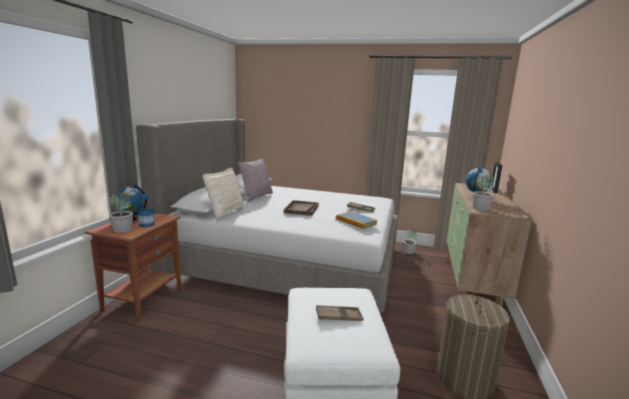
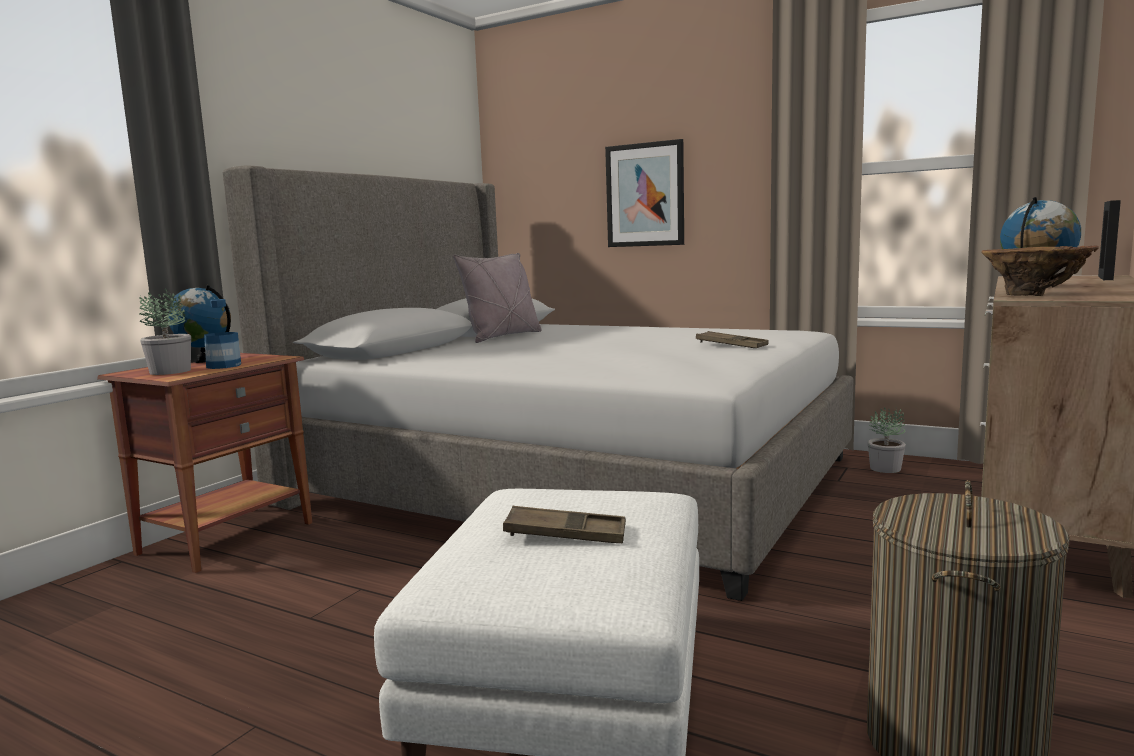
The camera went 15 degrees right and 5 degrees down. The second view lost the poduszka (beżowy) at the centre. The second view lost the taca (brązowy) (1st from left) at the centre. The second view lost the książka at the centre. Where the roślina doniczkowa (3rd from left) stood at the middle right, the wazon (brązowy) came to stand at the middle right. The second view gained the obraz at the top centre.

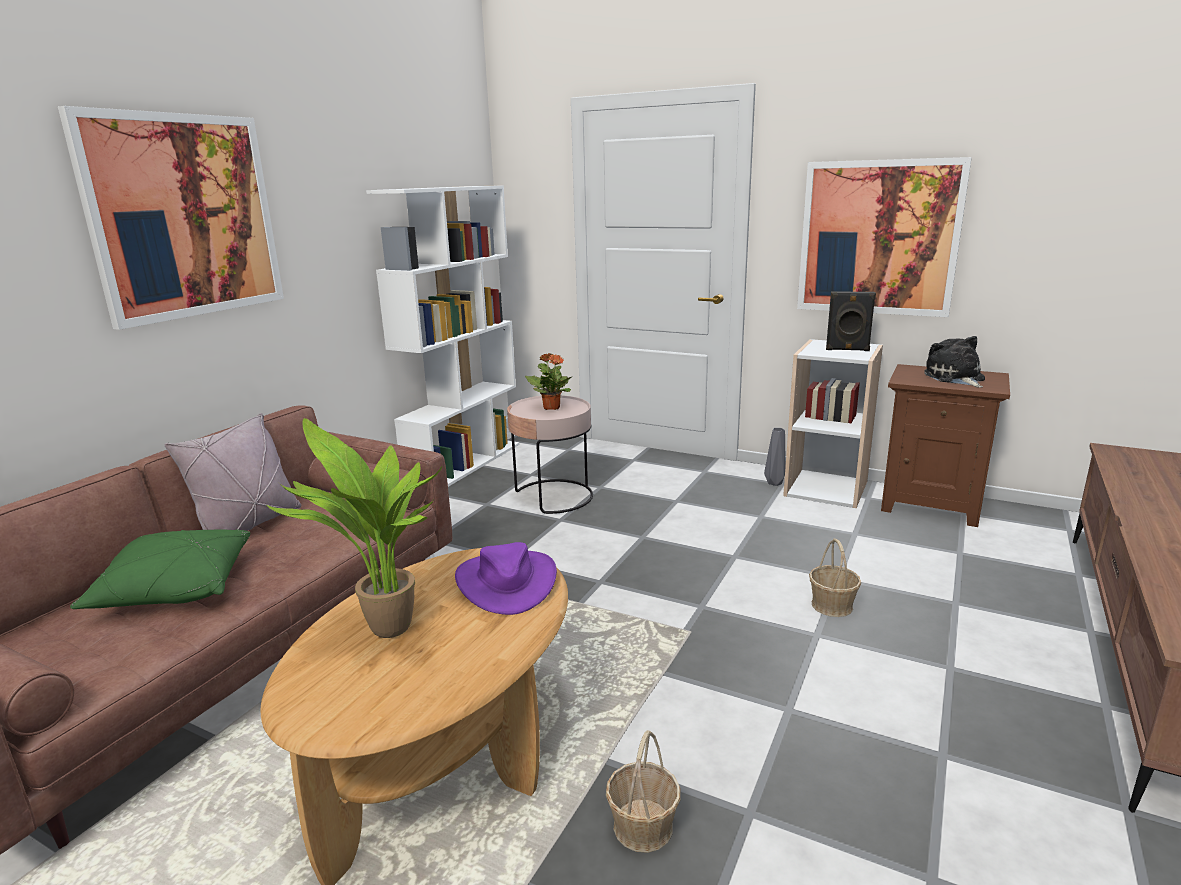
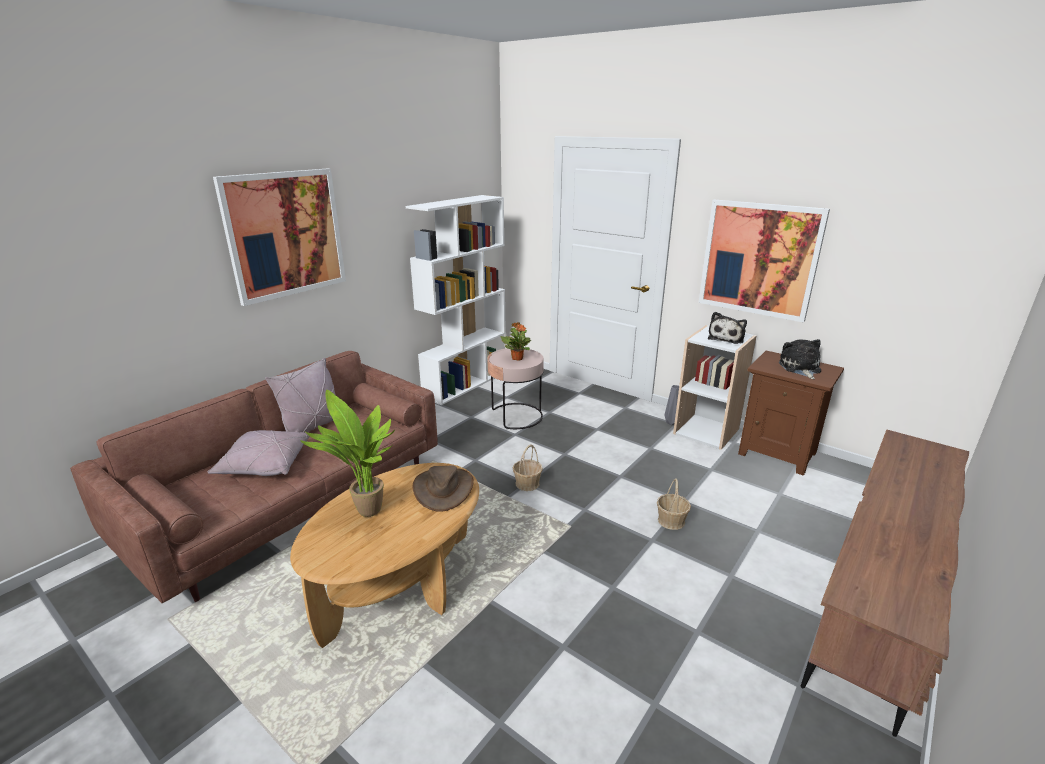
The camera went 10 degrees right and 5 degrees up. What was the poduszka (zielony) at the middle left turned into the poduszka (fioletowy) (1st from left) at the middle left. What was the kapelusz (fioletowy) at the centre turned into the kapelusz (brązowy) at the centre. The koszyk (1st from left) ended up elsewhere, having gone from the bottom centre to the centre. Where the głośnik (czarny) stood at the middle right, the pluszak (1st from left) came to stand at the middle right.

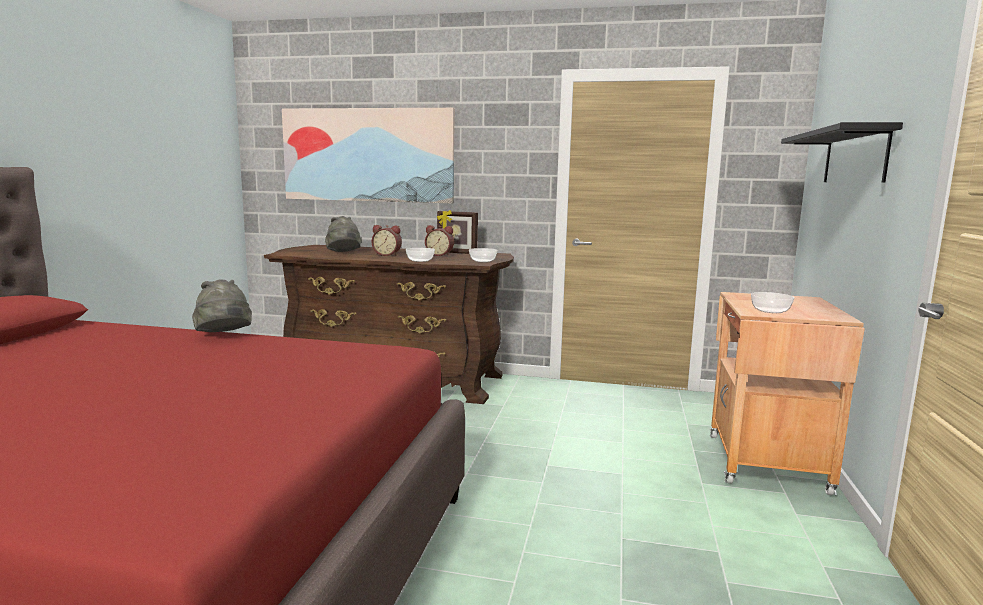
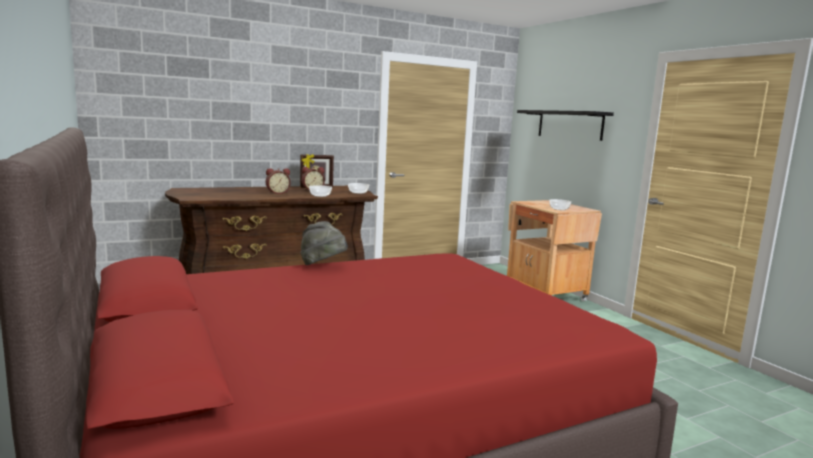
The camera went 40 degrees left and 0 degrees up. The second view lost the obraz at the top centre. The second view lost the kapelusz (szary) (2nd from left) at the centre.

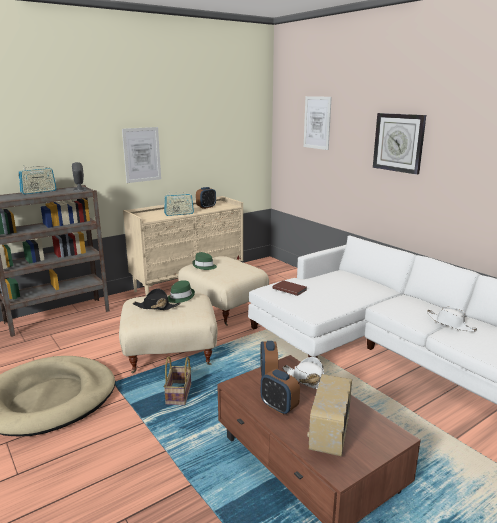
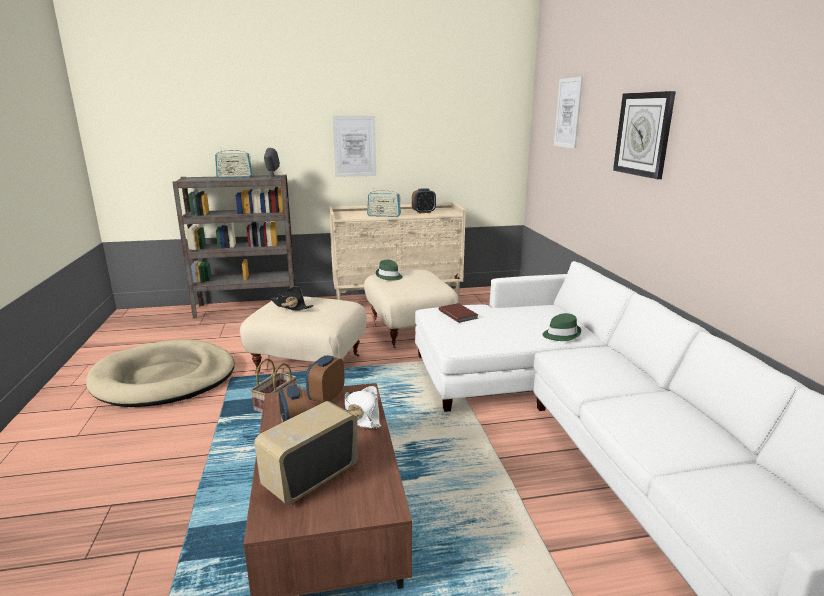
The camera went 25 degrees right and 0 degrees up. The kapelusz (zielony) (1st from left in the first image) ended up elsewhere, having gone from the centre to the middle right. The second view lost the kapelusz (biały) (2nd from left) at the middle right.

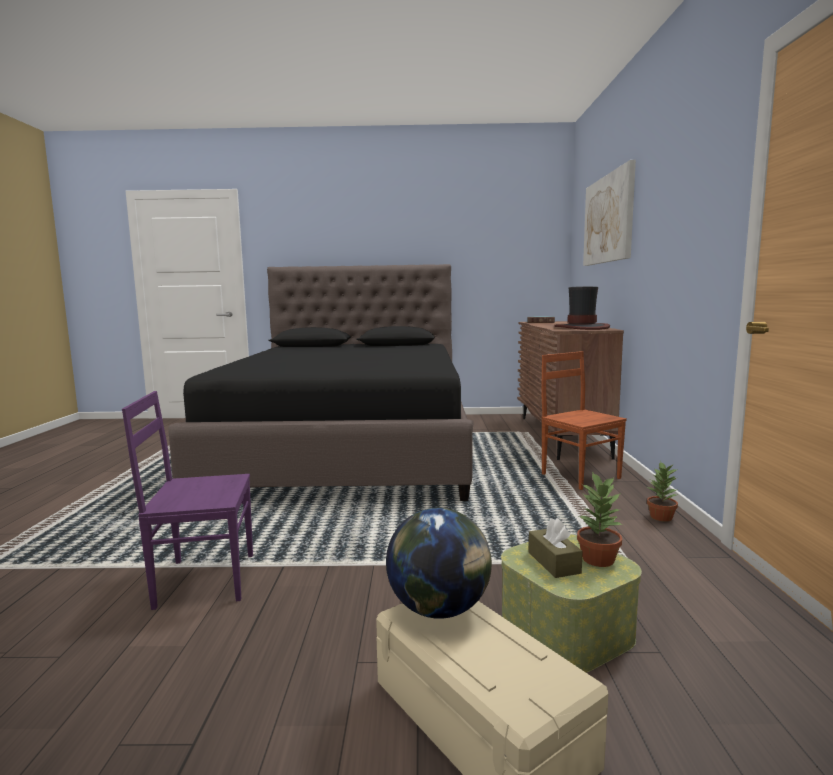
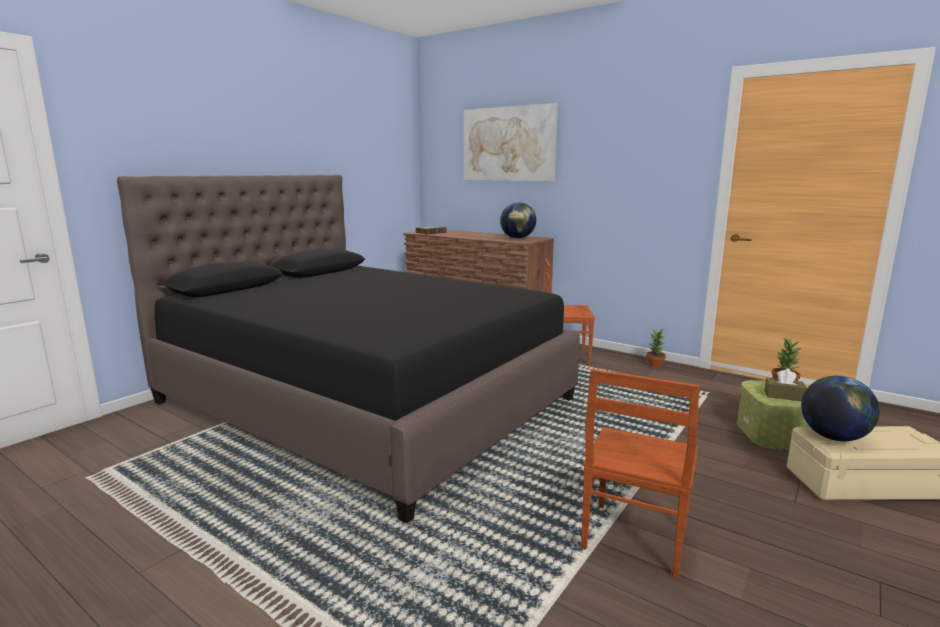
The camera went 55 degrees left and 5 degrees up. What was the krzesło (fioletowy) at the middle left turned into the krzesło (brązowy) (2nd from left) at the bottom right. Where the kapelusz stood at the middle right, the globus (1st from left) came to stand at the centre.

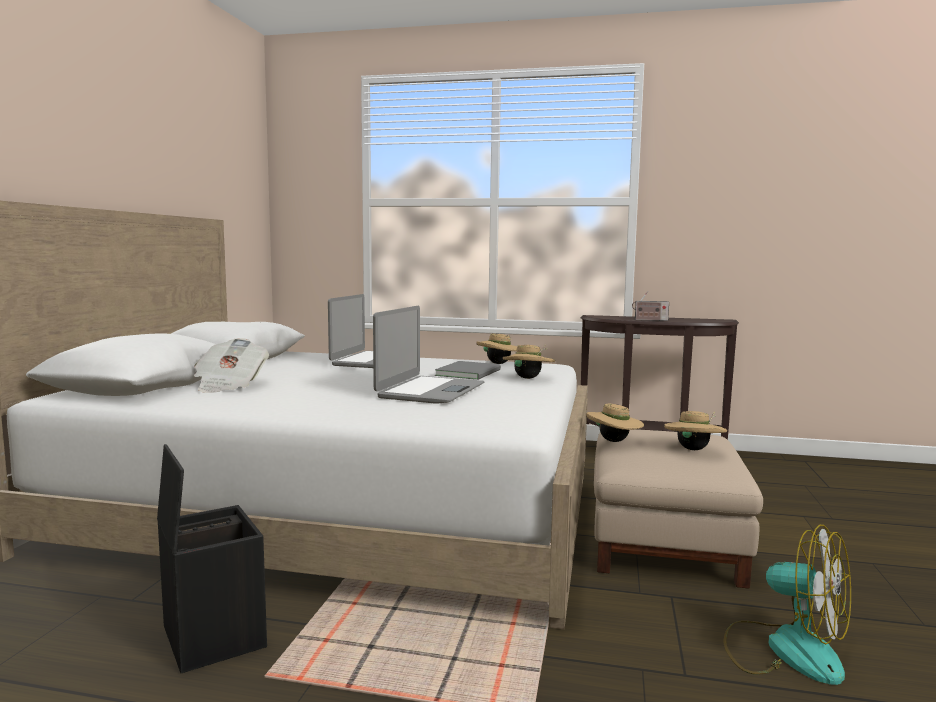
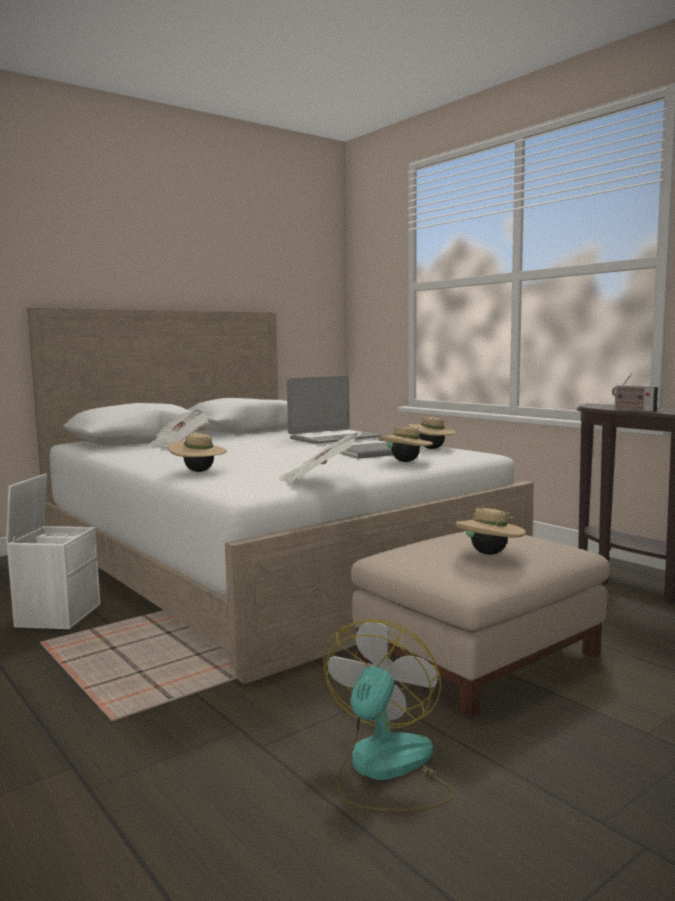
The camera went 40 degrees right and 0 degrees up. What was the pojemnik do przechowywania (czarny) at the bottom left turned into the pojemnik do przechowywania (biały) at the middle left. The second view lost the laptop (2nd from left) at the centre. The kapelusz (beżowy) (3rd from left in the first image) ended up elsewhere, having gone from the centre to the middle left. The wentylator at the bottom right ended up facing another way, 150 degrees counterclockwise from before. The second view gained the gazeta (2nd from left) at the centre.

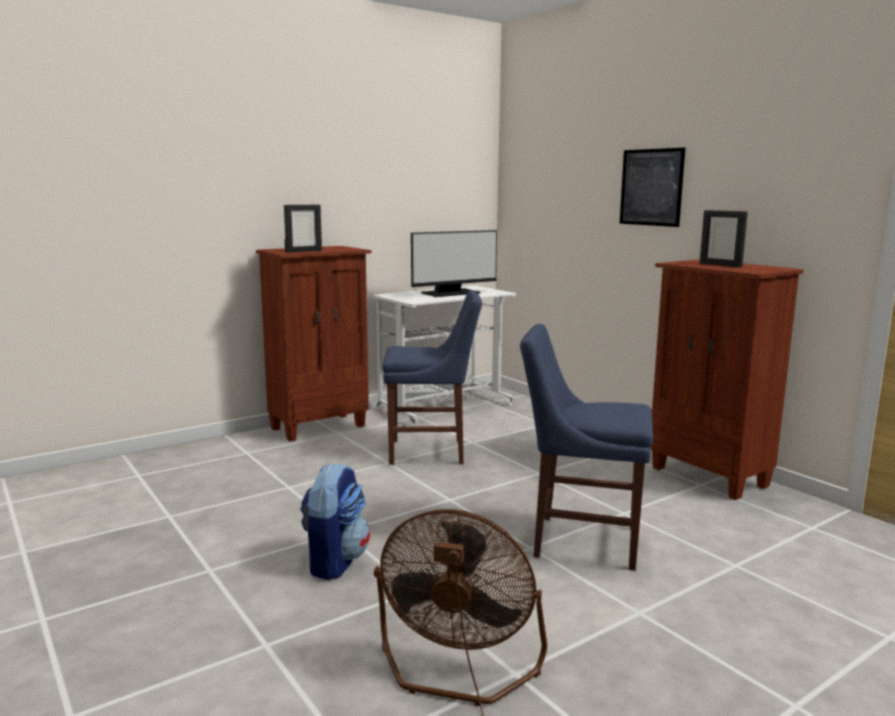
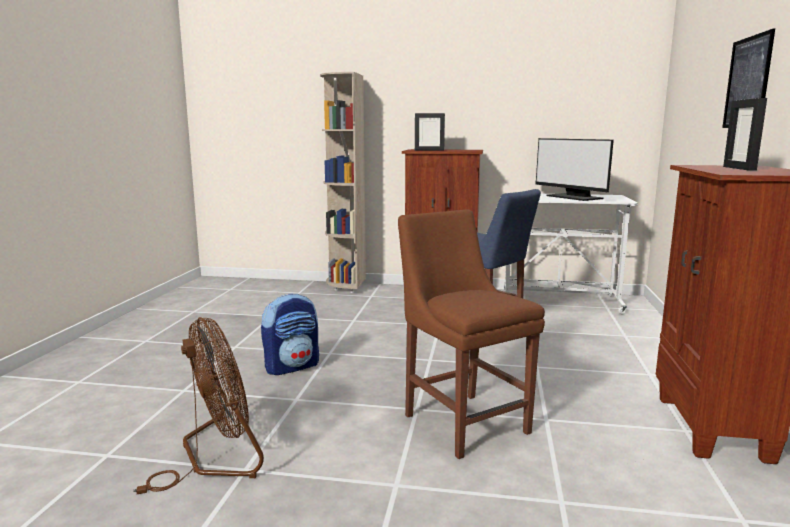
The camera went 45 degrees right and 0 degrees up. The monitor at the centre ended up facing another way, 45 degrees clockwise from before. What was the krzesło (niebieski) (2nd from left) at the centre turned into the krzesło (brązowy) at the centre. The second view gained the regał (beżowy) at the centre.

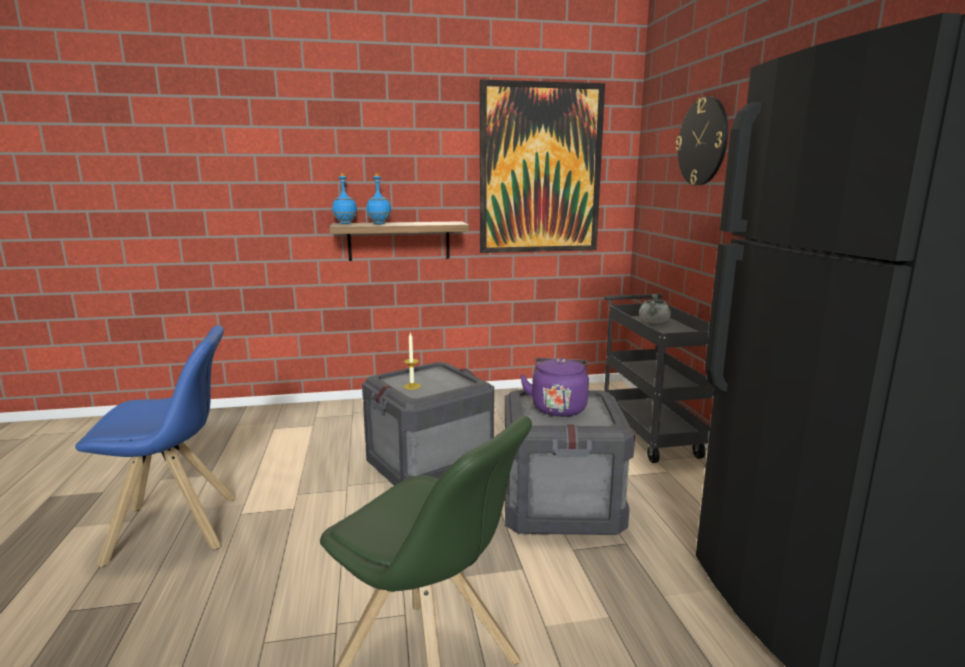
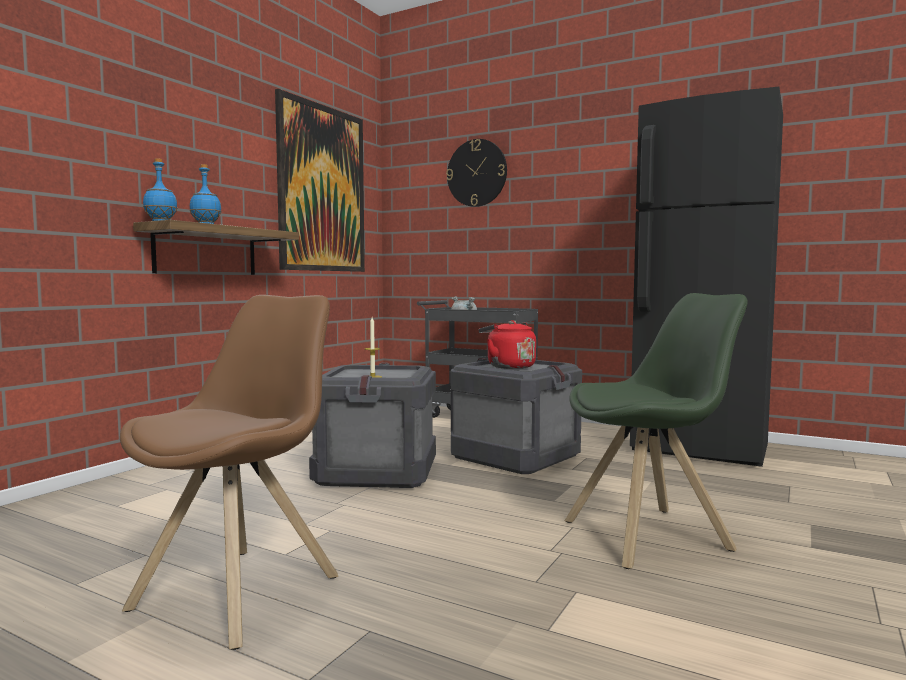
The camera went 50 degrees left and 10 degrees down. What was the krzesło (niebieski) at the bottom left turned into the krzesło (brązowy) at the bottom left. What was the czajnik (fioletowy) at the centre turned into the czajnik (czerwony) at the centre.

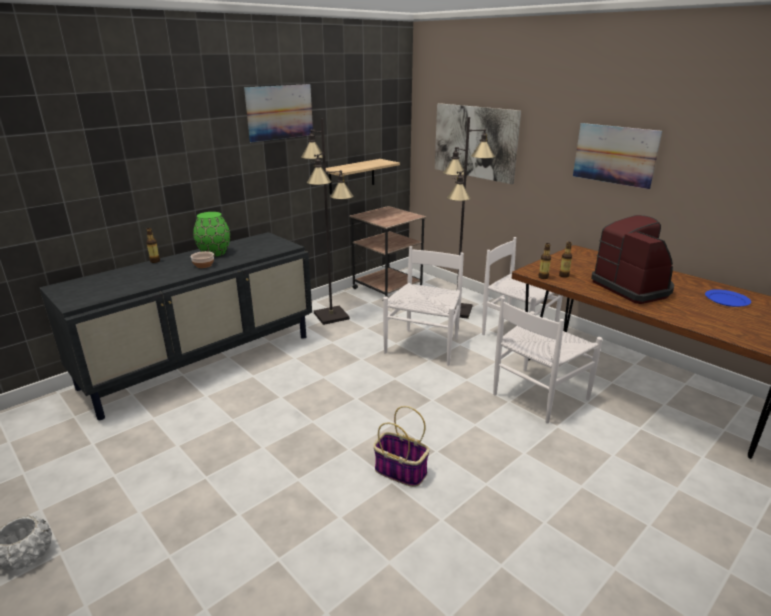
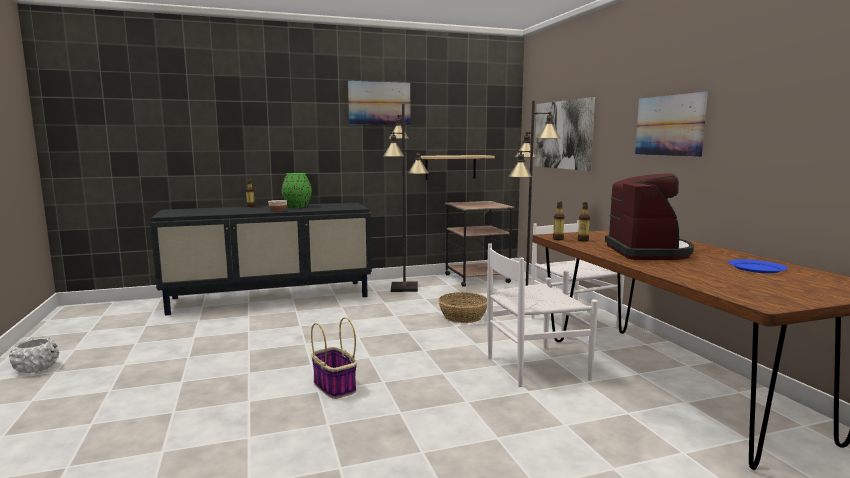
The camera went 25 degrees right and 15 degrees down. Where the krzesło (biały) (1st from left) stood at the centre, the koszyk (2nd from left) came to stand at the centre.

